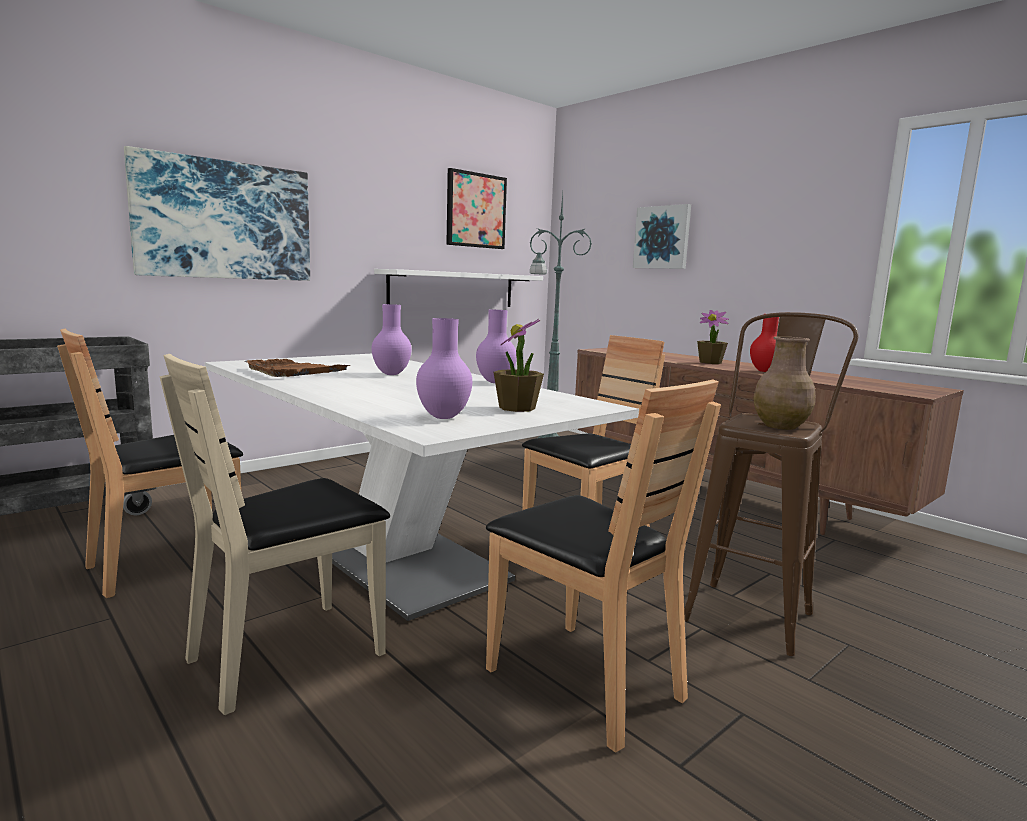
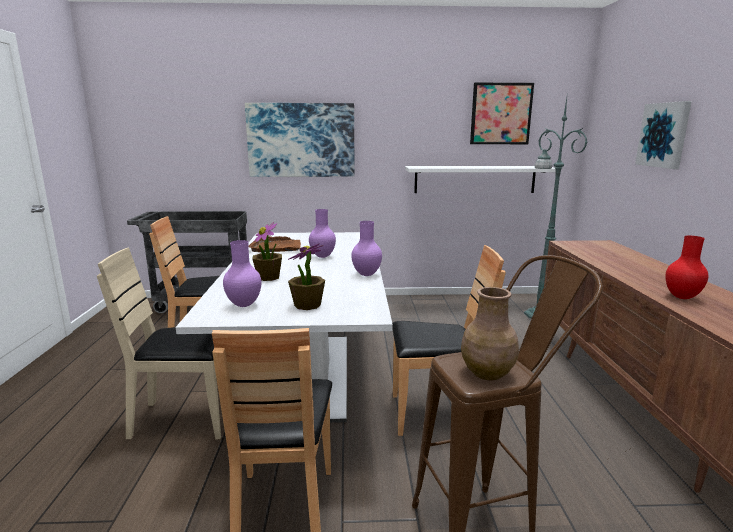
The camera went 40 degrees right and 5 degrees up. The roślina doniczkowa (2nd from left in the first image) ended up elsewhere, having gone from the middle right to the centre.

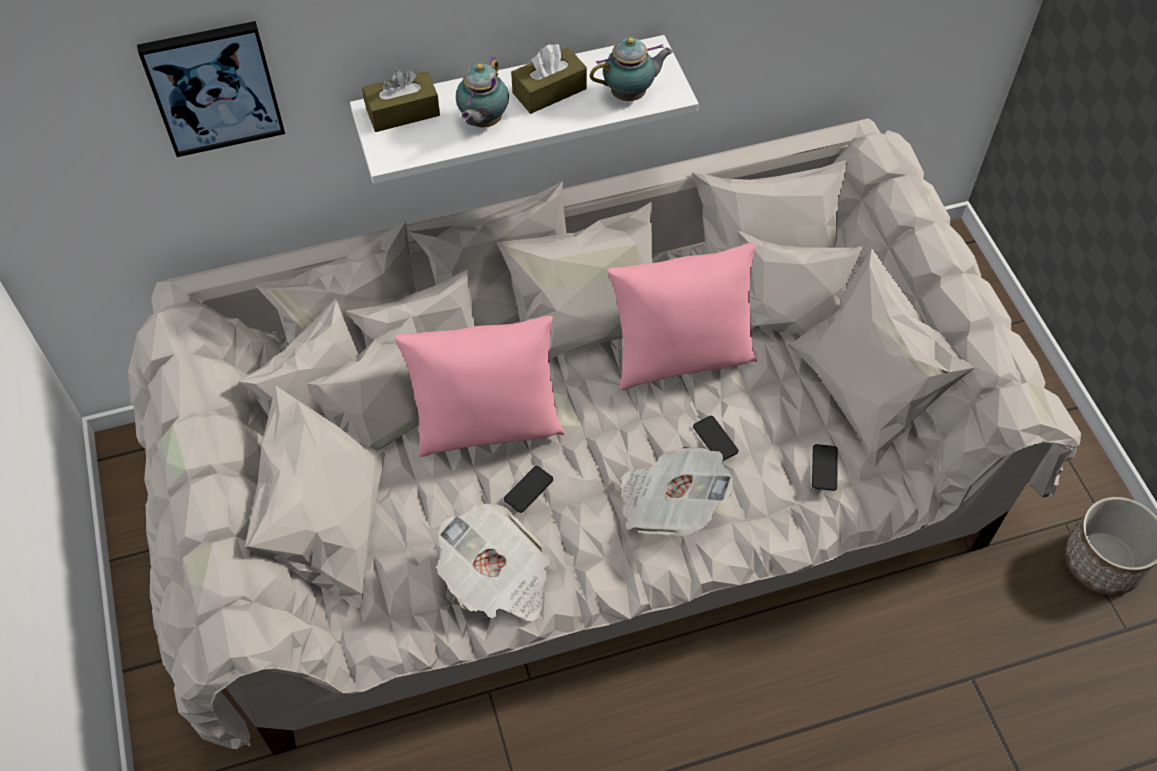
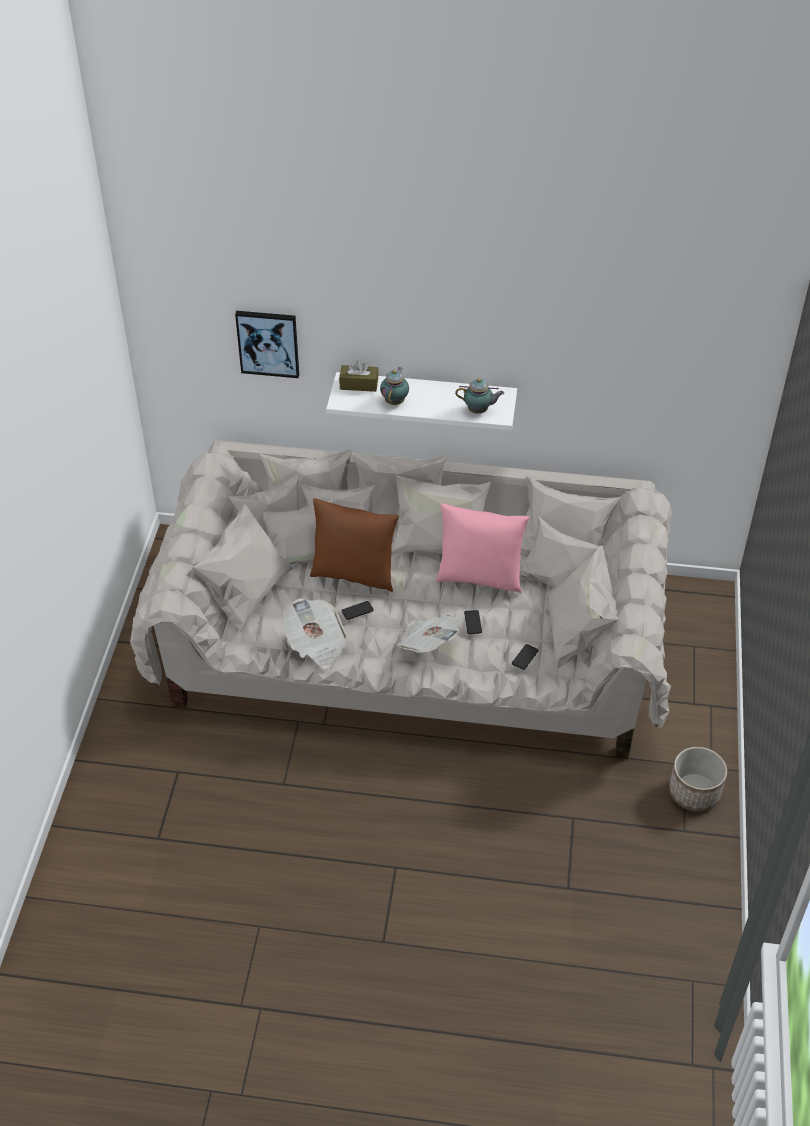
The camera went 25 degrees right and 10 degrees down. What was the poduszka (różowy) (1st from left) at the centre turned into the poduszka (brązowy) at the centre. The imbryk (1st from left) at the top centre ended up facing another way, 150 degrees clockwise from before. The second view lost the pudełko chusteczek (brązowy) (2nd from left) at the top centre.

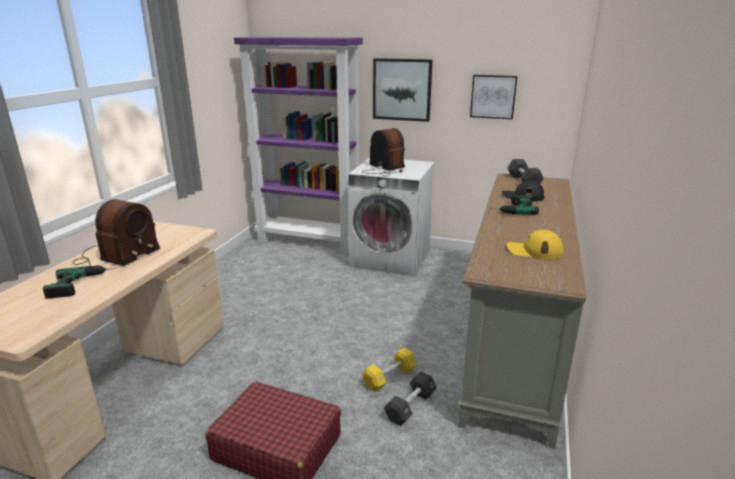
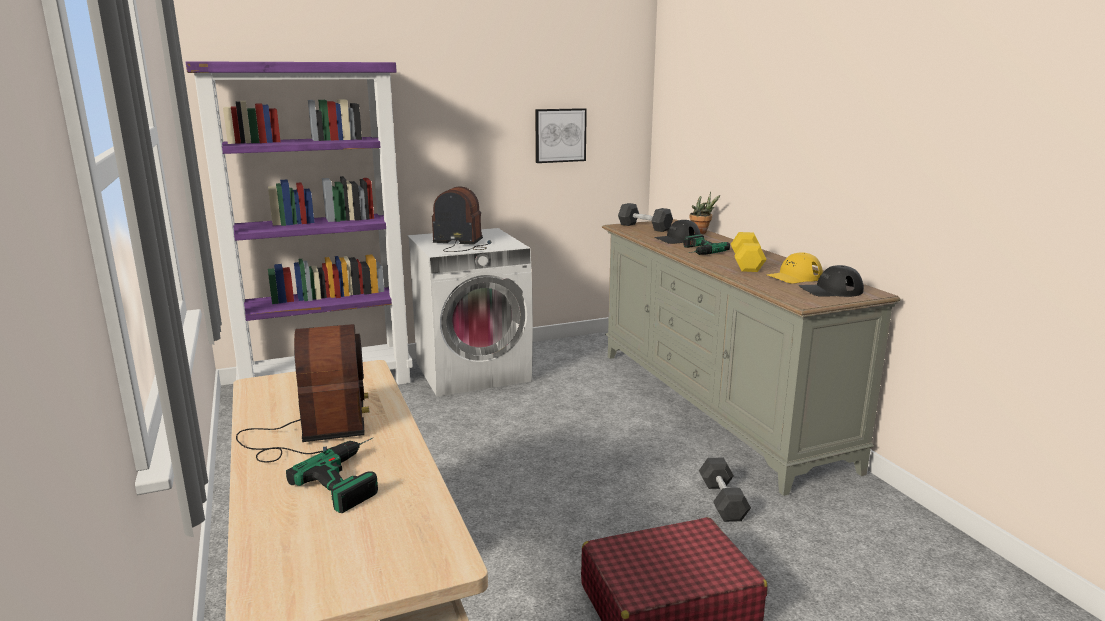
The camera went 40 degrees left and 5 degrees down. The hantel (żółty) ended up elsewhere, having gone from the bottom centre to the middle right. The second view lost the obraz (1st from left) at the top centre. The second view gained the roślina doniczkowa at the centre. The second view gained the czapka z daszkiem (czarny) (2nd from left) at the middle right.

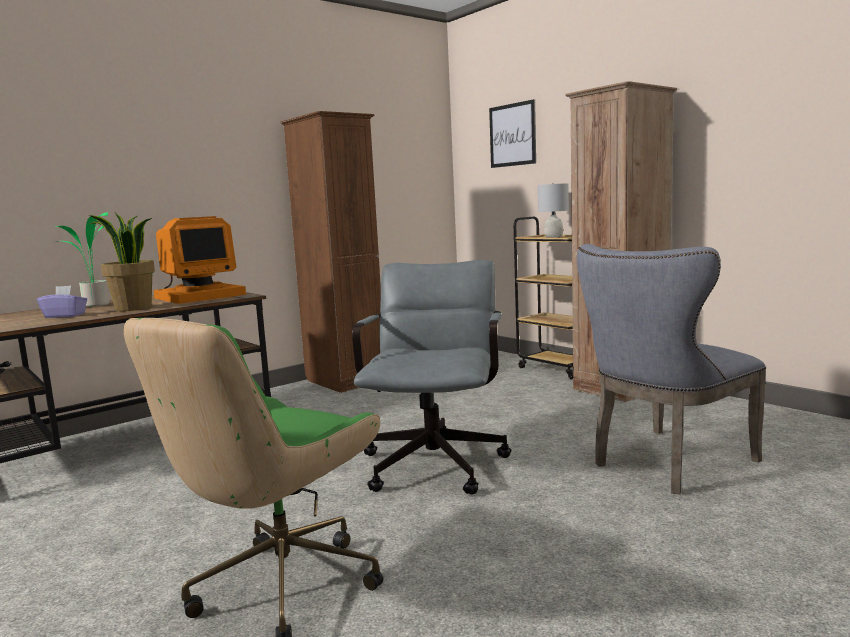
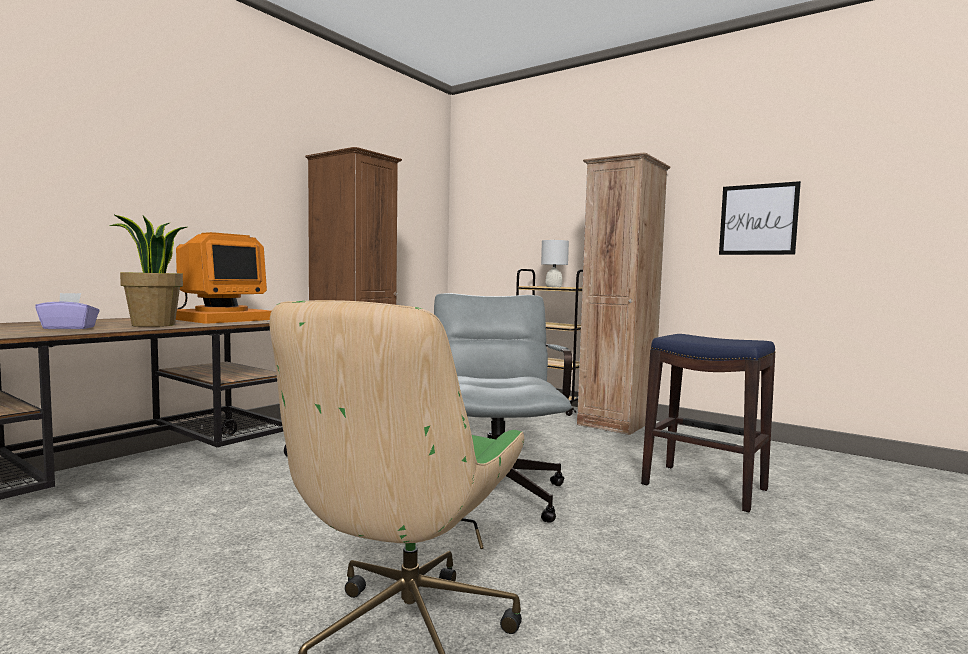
The camera went 15 degrees left and 5 degrees down. The second view lost the roślina doniczkowa (1st from left) at the middle left. The obraz ended up elsewhere, having gone from the top centre to the middle right. Where the krzesło (szary) stood at the middle right, the stołek came to stand at the middle right.

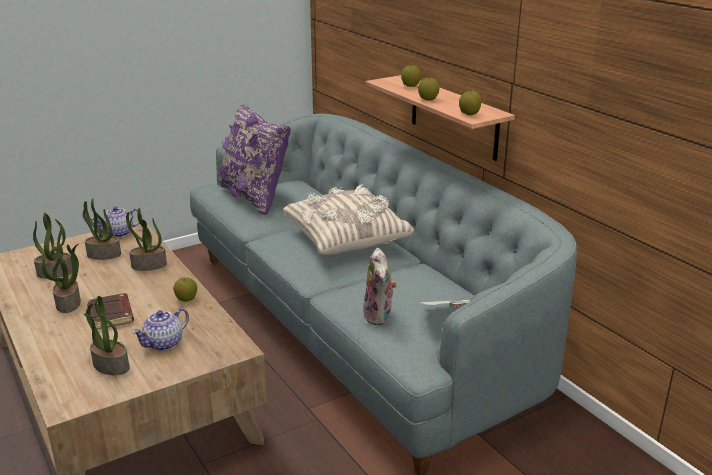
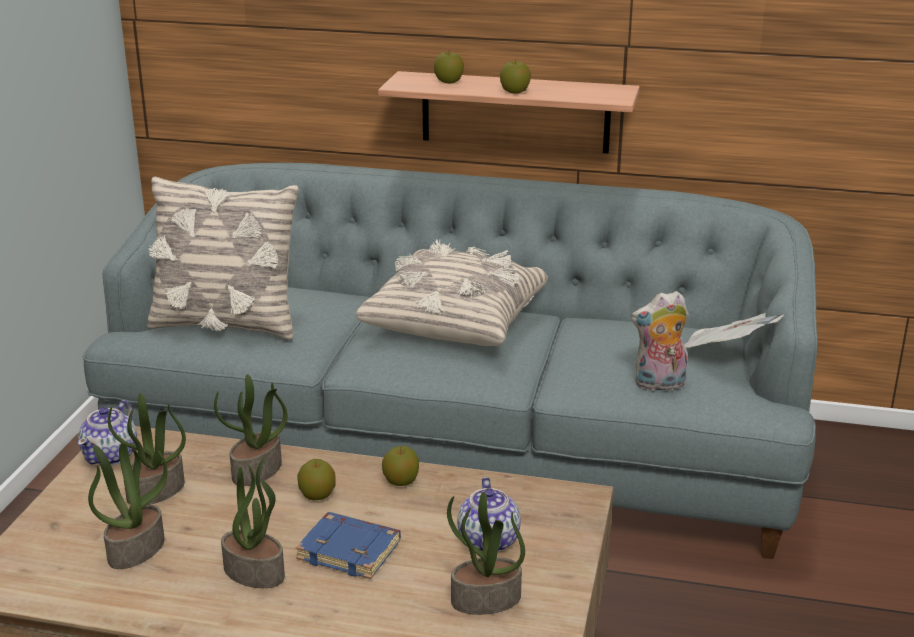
The camera went 45 degrees left and 0 degrees up. What was the książka (brązowy) at the middle left turned into the książka (niebieski) at the bottom centre. What was the poduszka (fioletowy) at the centre turned into the poduszka (beżowy) (1st from left) at the middle left. The pluszak at the centre ended up facing another way, 135 degrees clockwise from before. The jabłko (4th from left in the first image) ended up elsewhere, having gone from the top centre to the bottom centre.

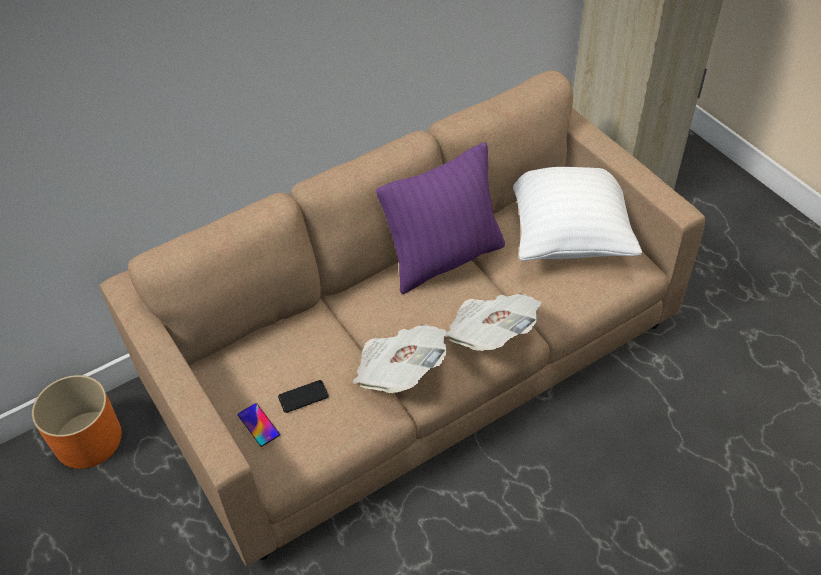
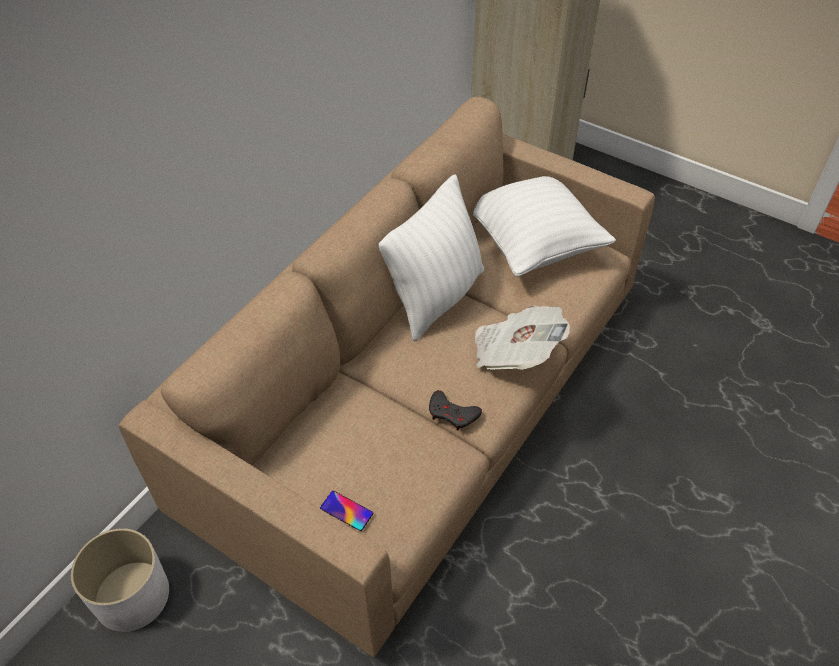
The camera went 25 degrees left and 0 degrees up. What was the donica (pomarańczowy) at the bottom left turned into the donica (biały) at the bottom left. The second view lost the telefon (2nd from left) at the bottom centre. Where the gazeta (1st from left) stood at the centre, the pad do gier (szary) came to stand at the centre. What was the poduszka (fioletowy) at the centre turned into the poduszka (biały) (1st from left) at the centre.

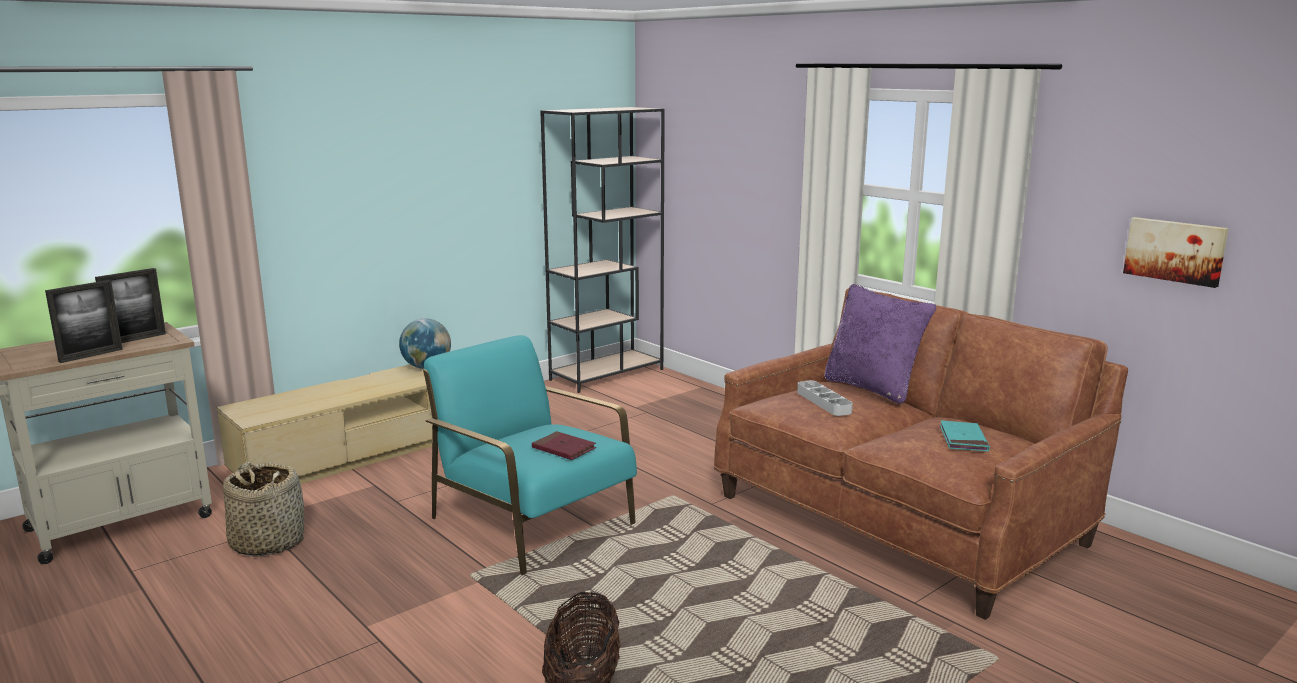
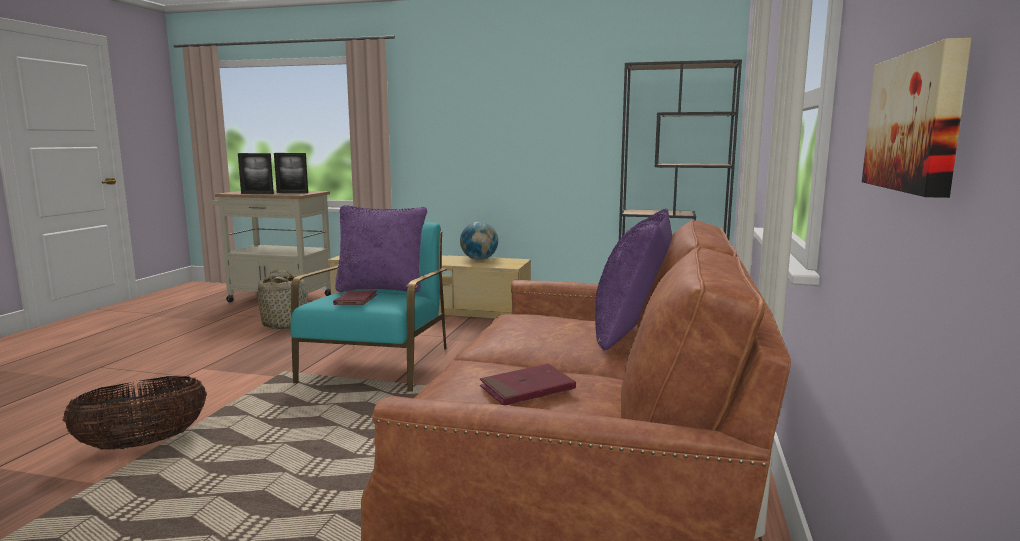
The camera went 55 degrees right and 5 degrees down. The second view lost the taca (szary) at the centre. What was the książka (turkusowy) at the middle right turned into the książka (czerwony) (2nd from left) at the bottom centre. The second view gained the poduszka (fioletowy) (1st from left) at the centre.

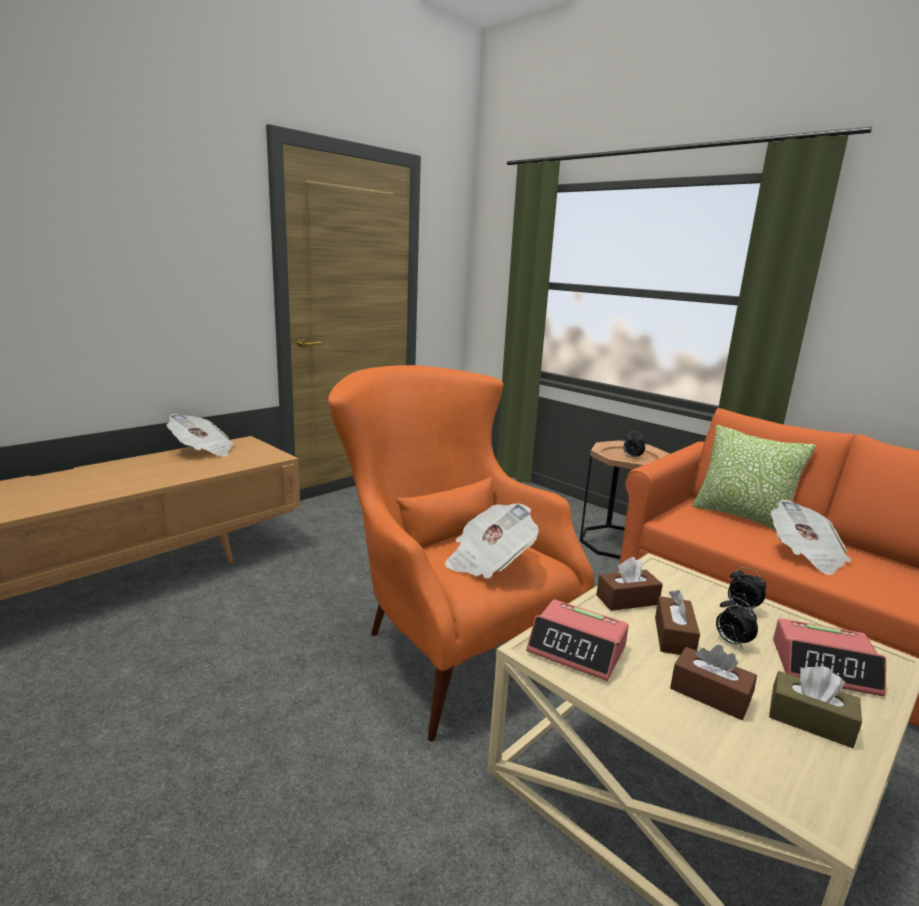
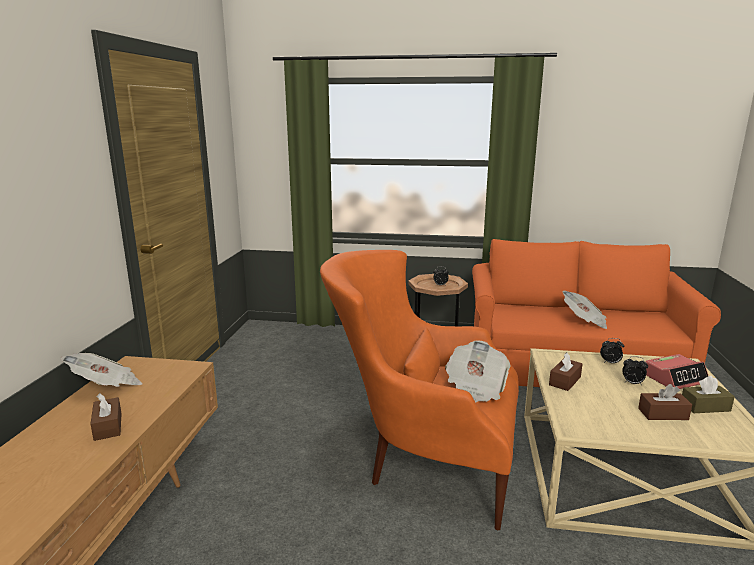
The camera went 35 degrees left and 0 degrees up. The second view lost the budzik (1st from left) at the bottom centre. The pudełko chusteczek (brązowy) (2nd from left in the first image) ended up elsewhere, having gone from the bottom right to the bottom left. The second view lost the poduszka at the middle right.

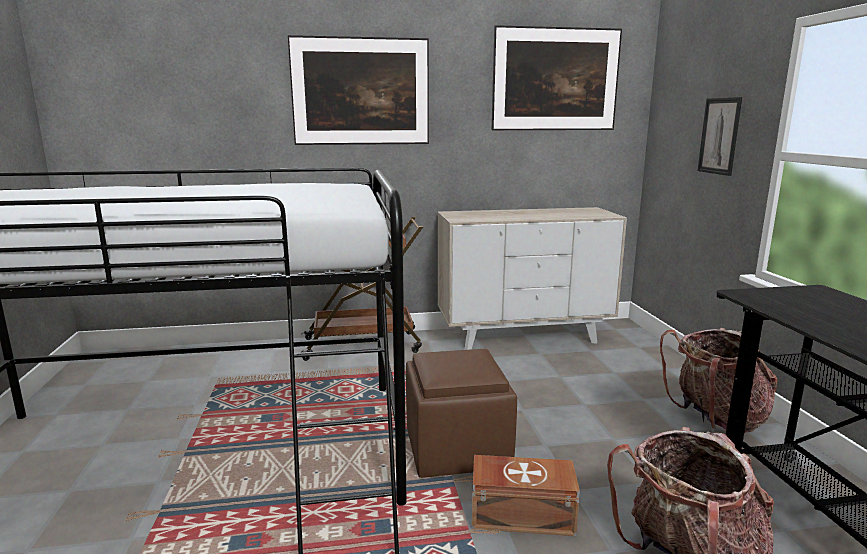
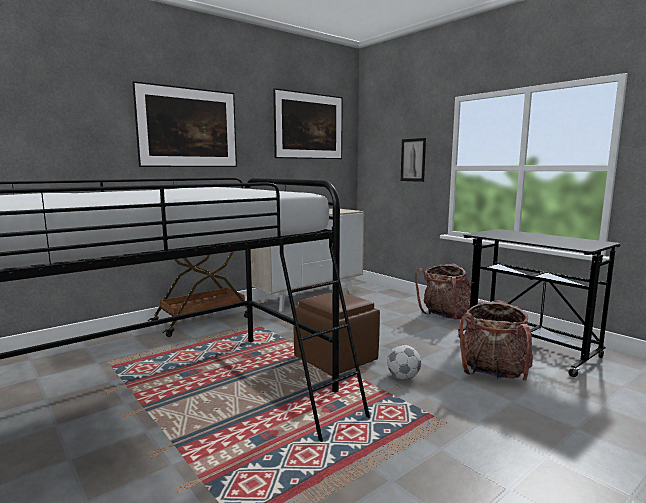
The camera went 30 degrees left and 5 degrees down. Where the pojemnik do przechowywania (brązowy) stood at the bottom centre, the piłka futbolowa came to stand at the bottom centre.

